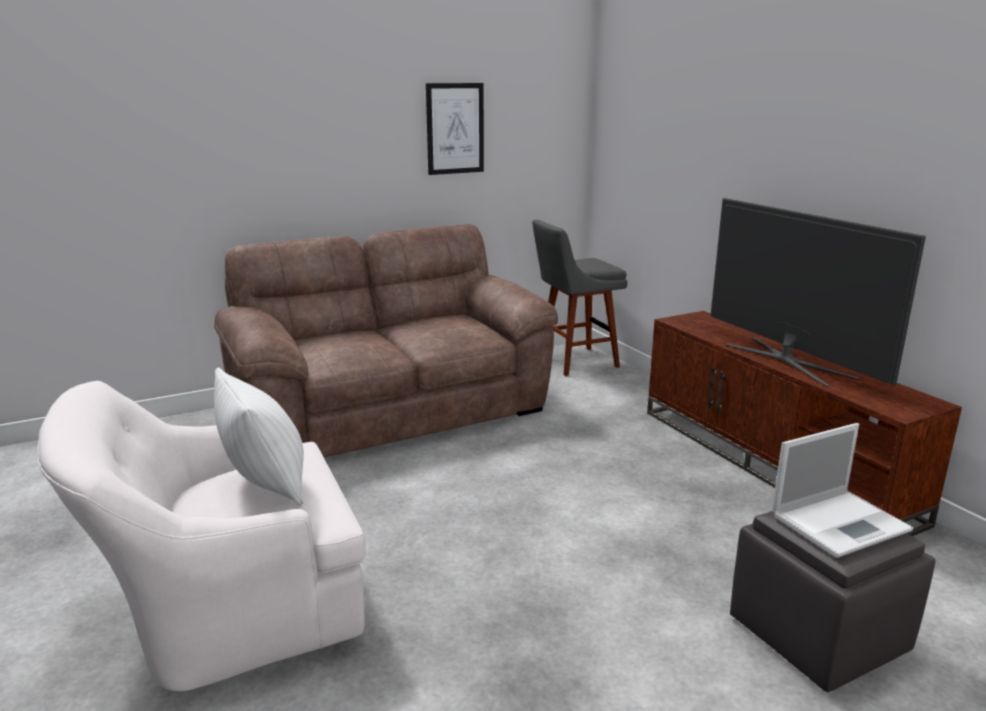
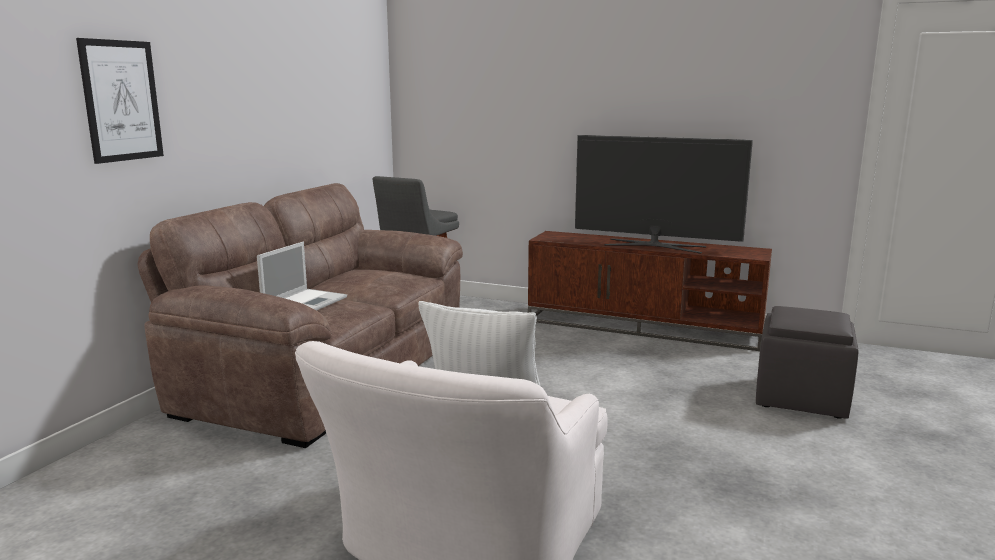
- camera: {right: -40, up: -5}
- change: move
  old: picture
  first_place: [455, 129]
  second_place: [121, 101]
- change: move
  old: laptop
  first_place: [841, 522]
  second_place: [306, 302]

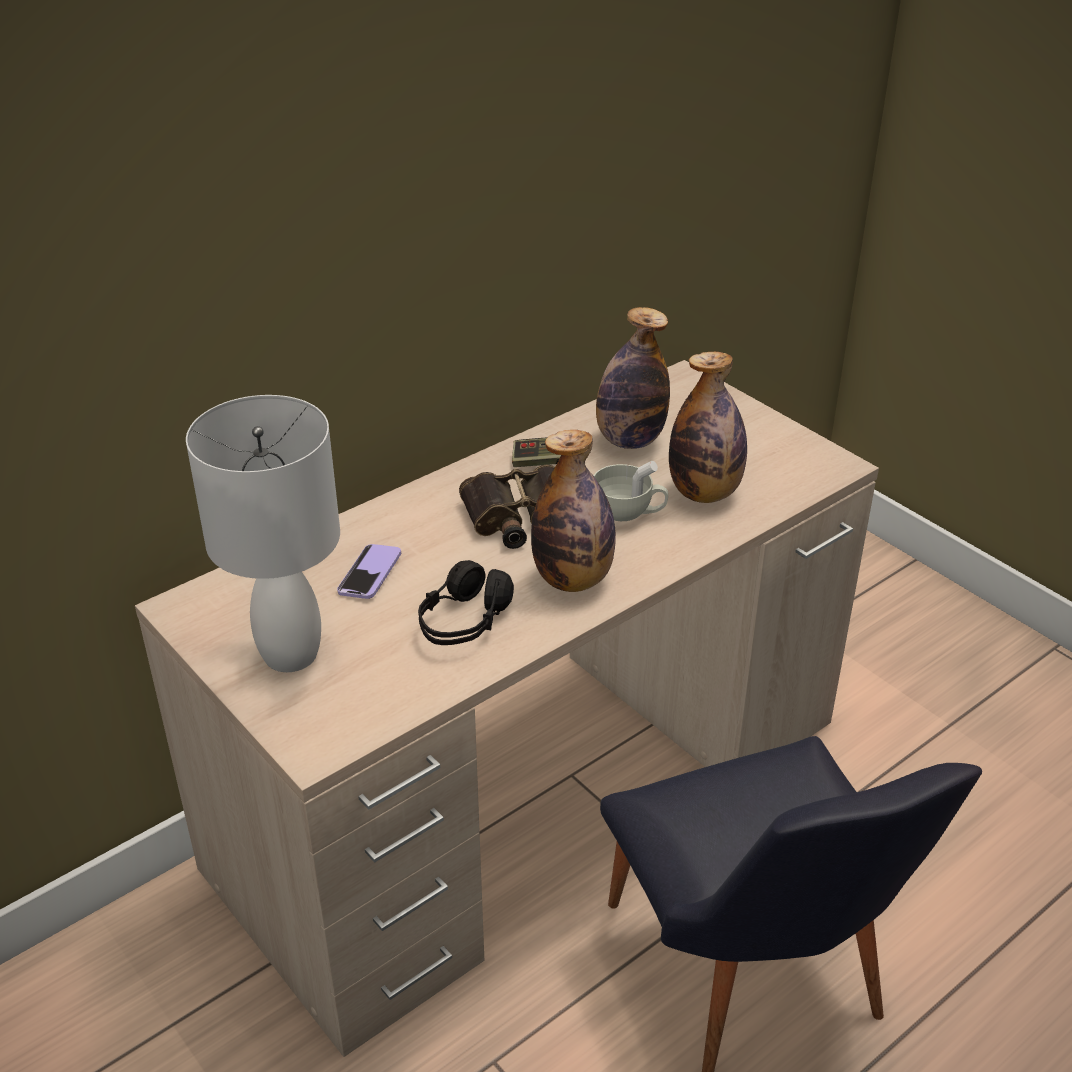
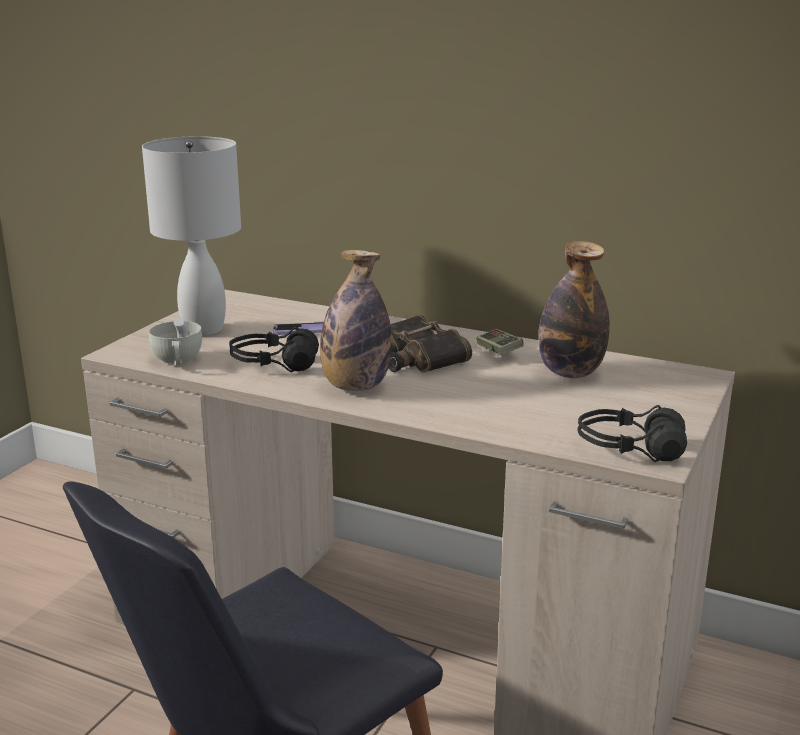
- camera: {right: 65, up: -15}
- change: delete
  old: bottle
  first_place: [704, 493]
- change: insert
  new: black_headphones
  second_place: [629, 449]
- change: move
  old: white_cup
  first_place: [628, 512]
  second_place: [177, 361]

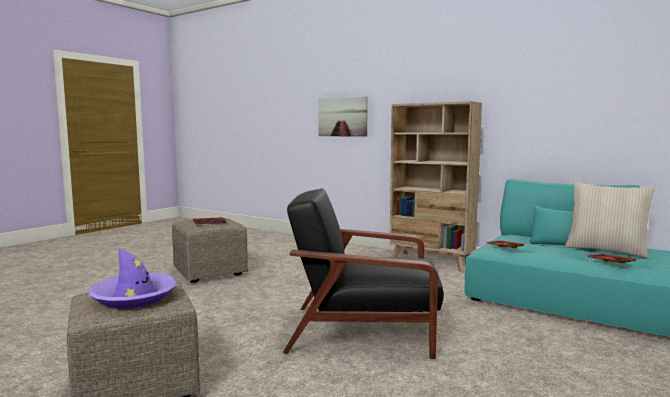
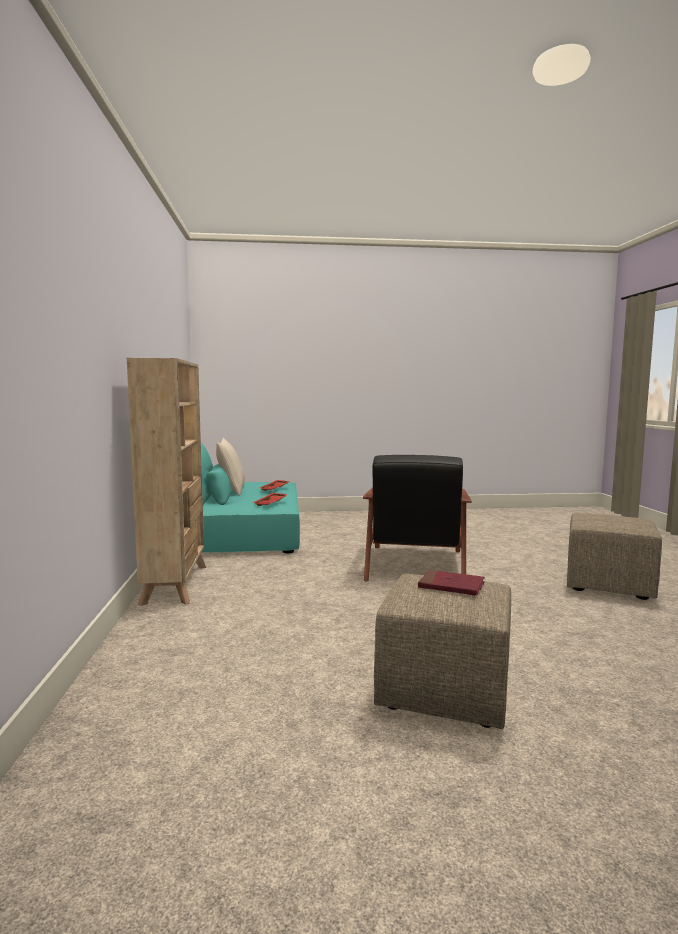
- camera: {right: -130, up: 0}
- change: delete
  old: purple_hat
  first_place: [134, 297]
- change: delete
  old: picture
  first_place: [342, 117]
- change: rotate
  old: black_armchair
  first_place: [364, 330]
  second_place: [415, 564]
  degrees: 45

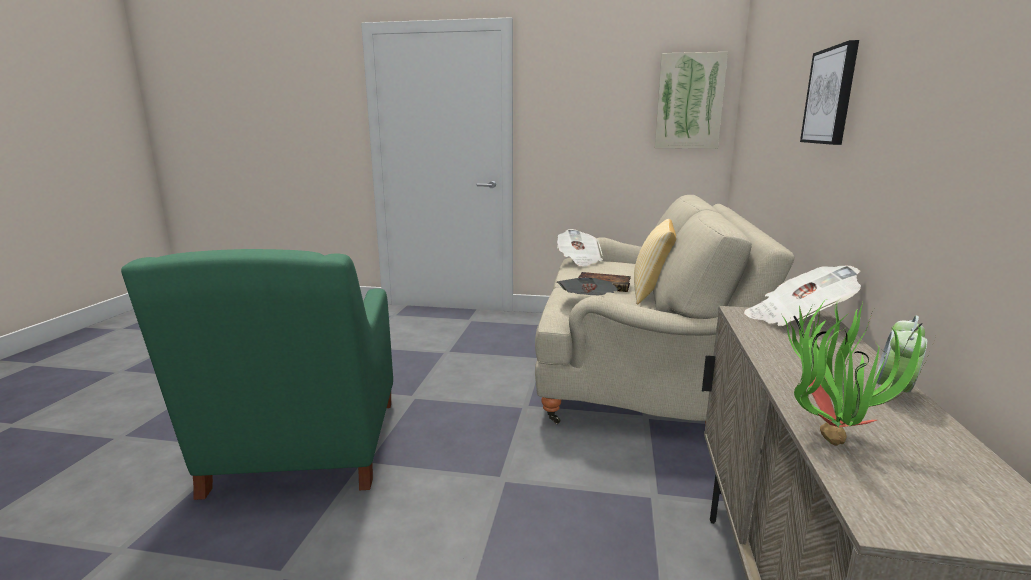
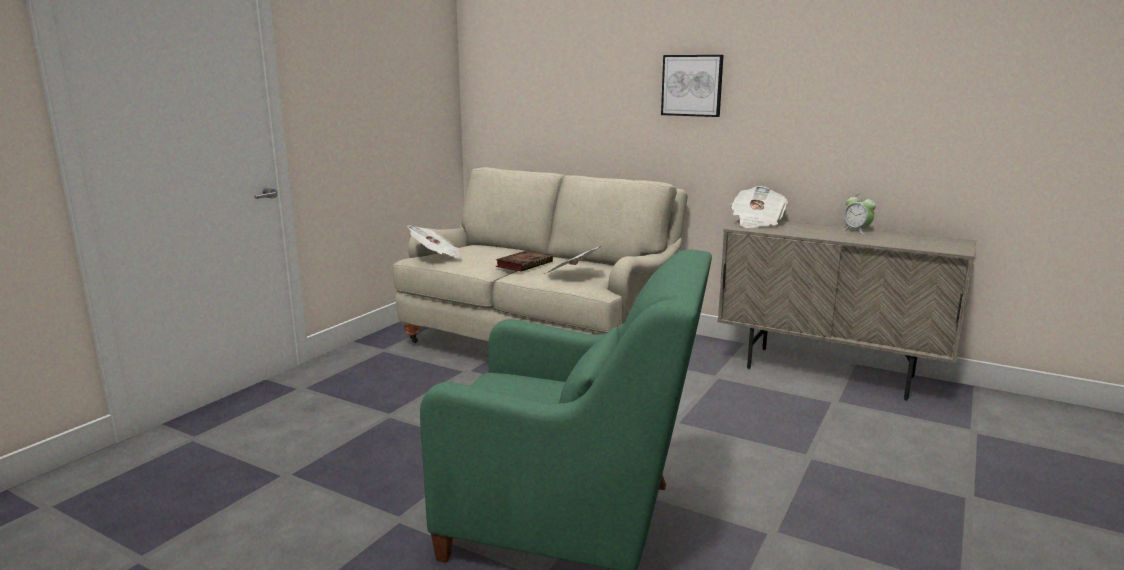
- camera: {right: -70, up: 0}
- change: delete
  old: pillow
  first_place: [652, 294]
- change: delete
  old: picture
  first_place: [689, 101]
- change: delete
  old: potted_plant
  first_place: [831, 434]

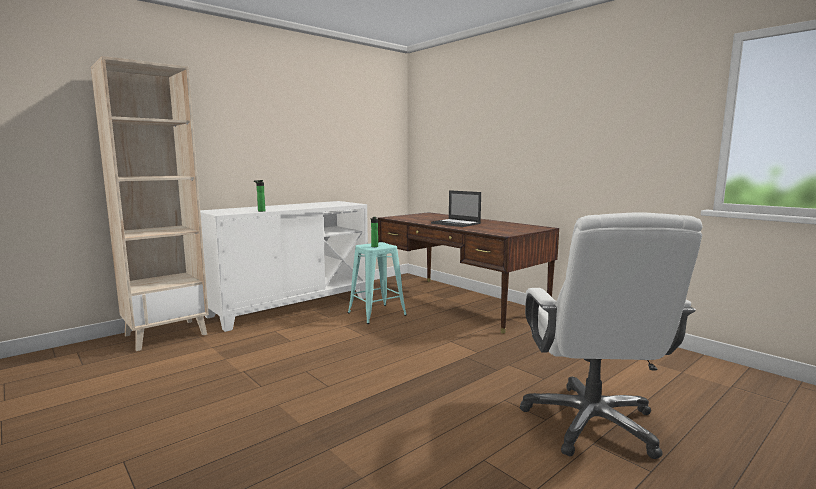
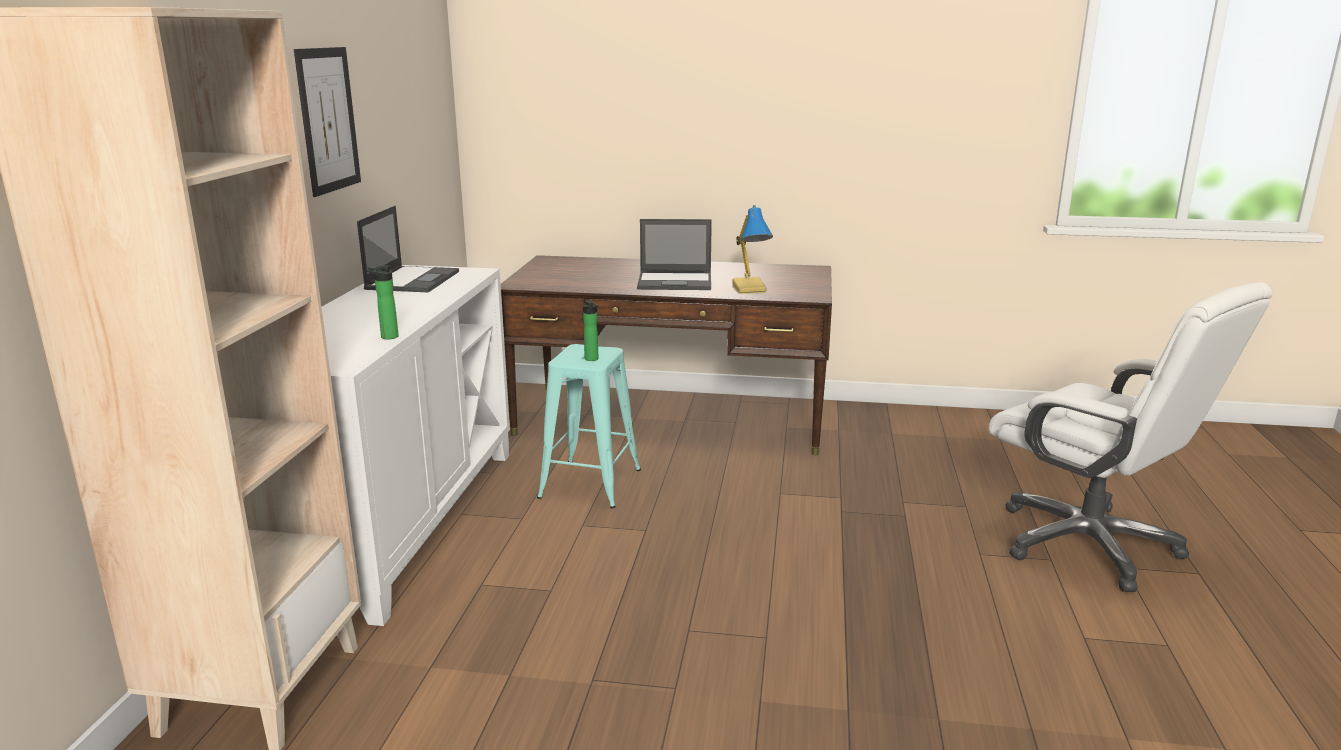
- camera: {right: -40, up: 10}
- change: insert
  new: picture
  second_place: [328, 120]
- change: insert
  new: laptop
  second_place: [413, 280]
- change: insert
  new: table_lamp
  second_place: [750, 289]

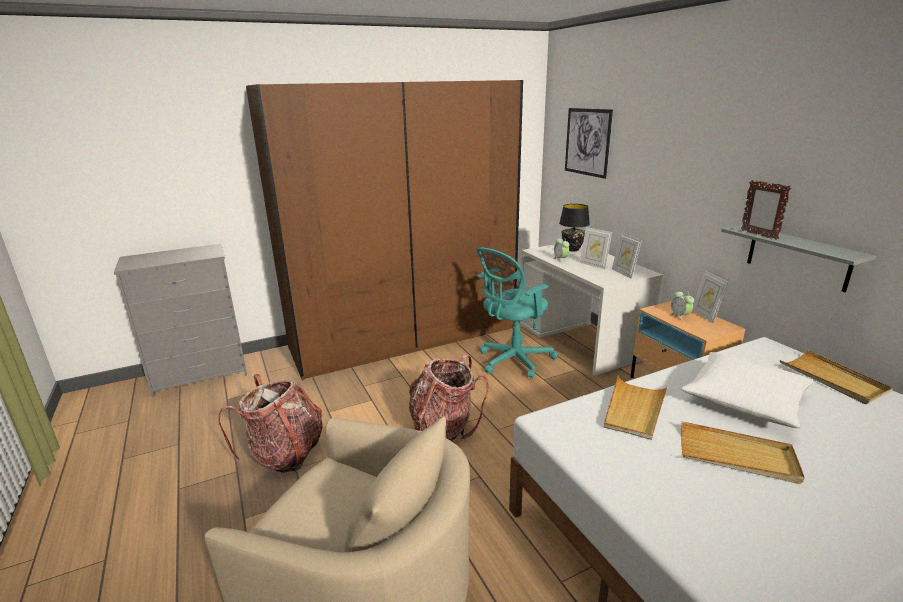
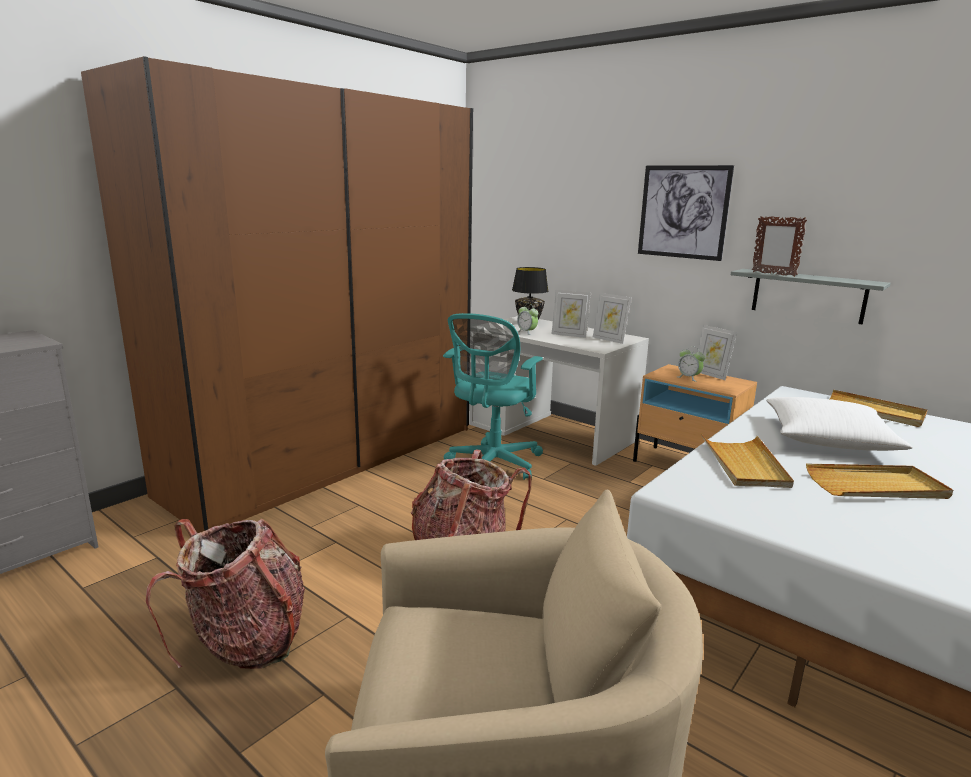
- camera: {right: -25, up: -5}
- change: move
  old: picture
  first_place: [587, 142]
  second_place: [683, 212]

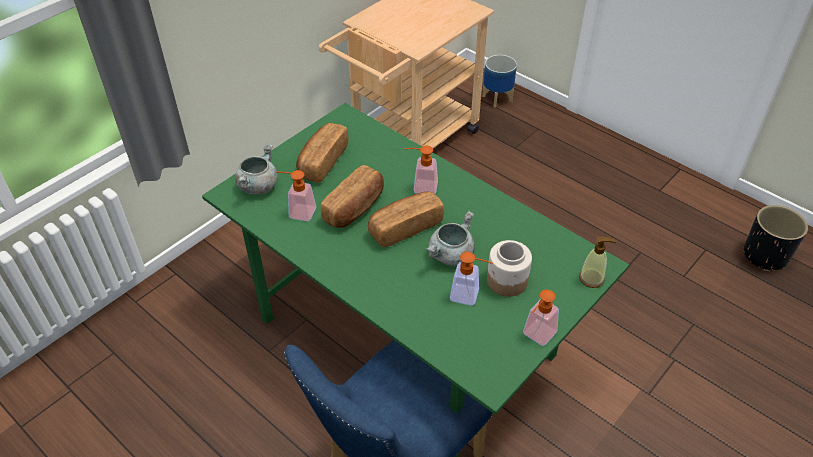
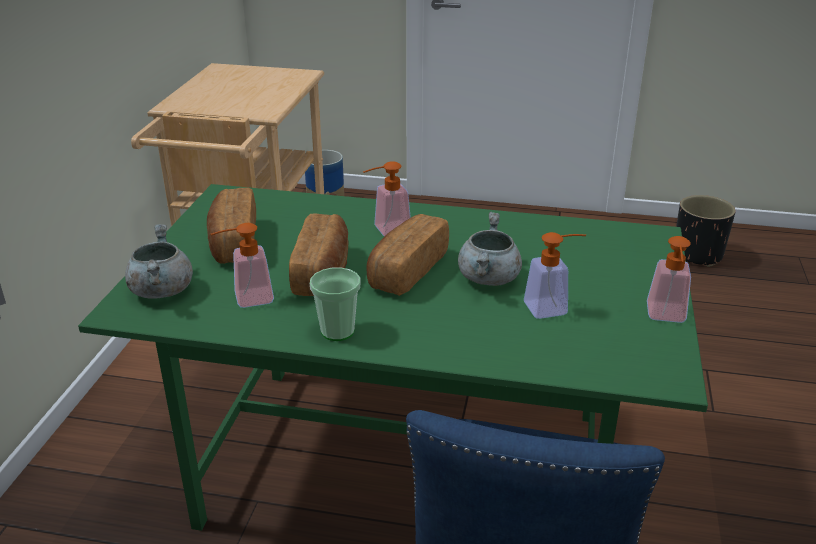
- camera: {right: -30, up: -15}
- change: delete
  old: jar
  first_place: [507, 281]
- change: delete
  old: soap_dispenser
  first_place: [591, 278]
- change: insert
  new: cup
  second_place: [337, 331]

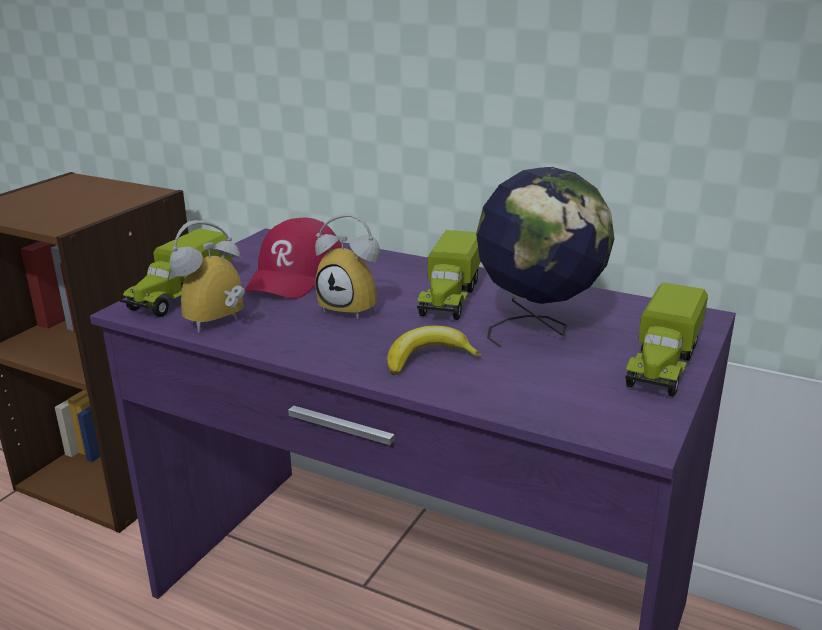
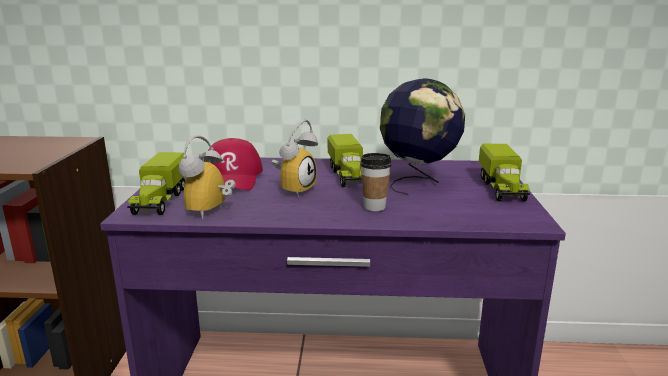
- camera: {right: -25, up: -5}
- change: replace
  old: banana
  new: cup
  first_place: [428, 358]
  second_place: [374, 207]
- change: rotate
  old: alarm_clock
  first_place: [354, 307]
  second_place: [294, 189]
  degrees: -60

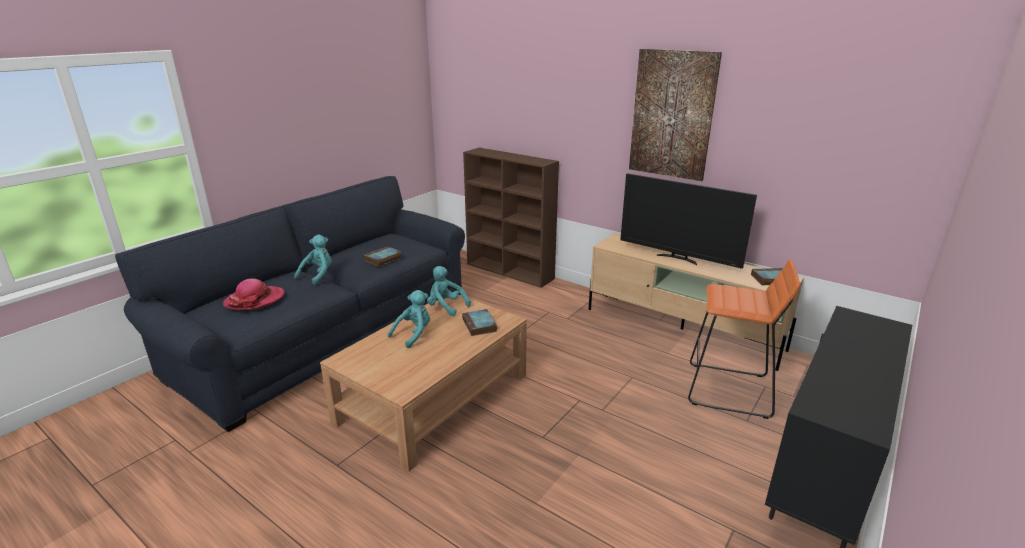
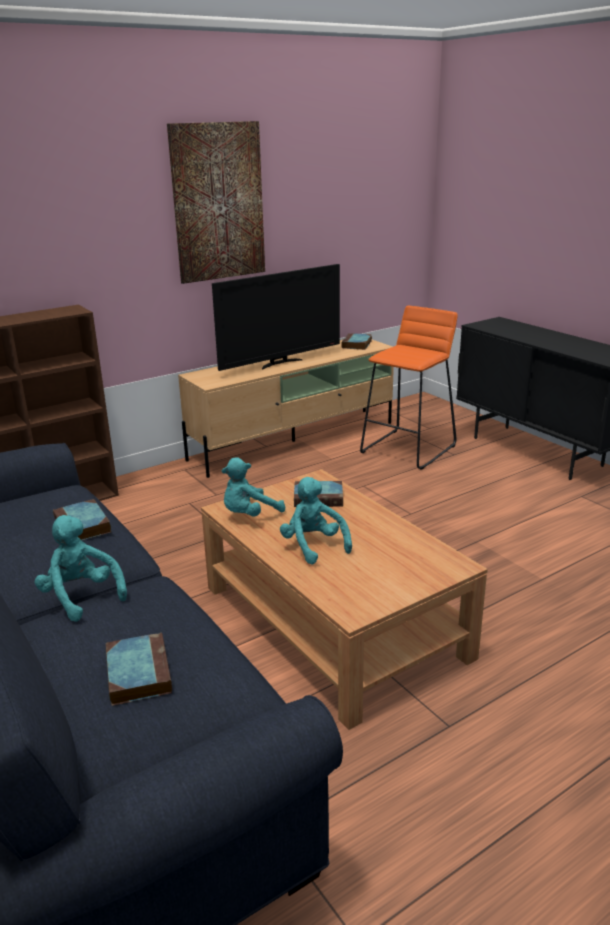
- camera: {right: -70, up: 0}
- change: replace
  old: hat
  new: book
  first_place: [255, 300]
  second_place: [138, 672]

